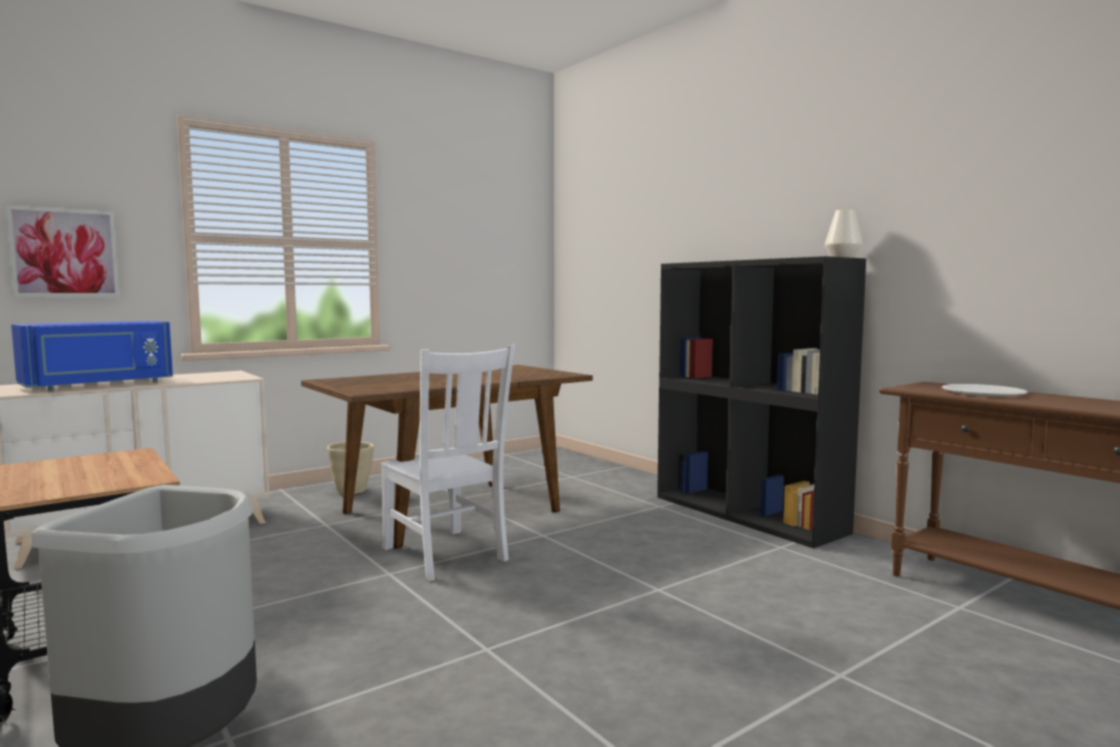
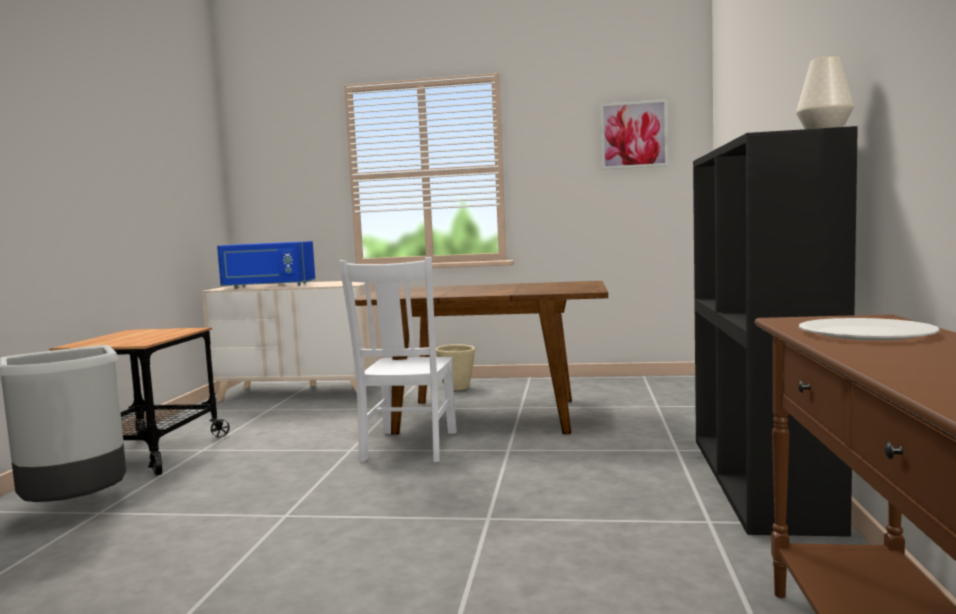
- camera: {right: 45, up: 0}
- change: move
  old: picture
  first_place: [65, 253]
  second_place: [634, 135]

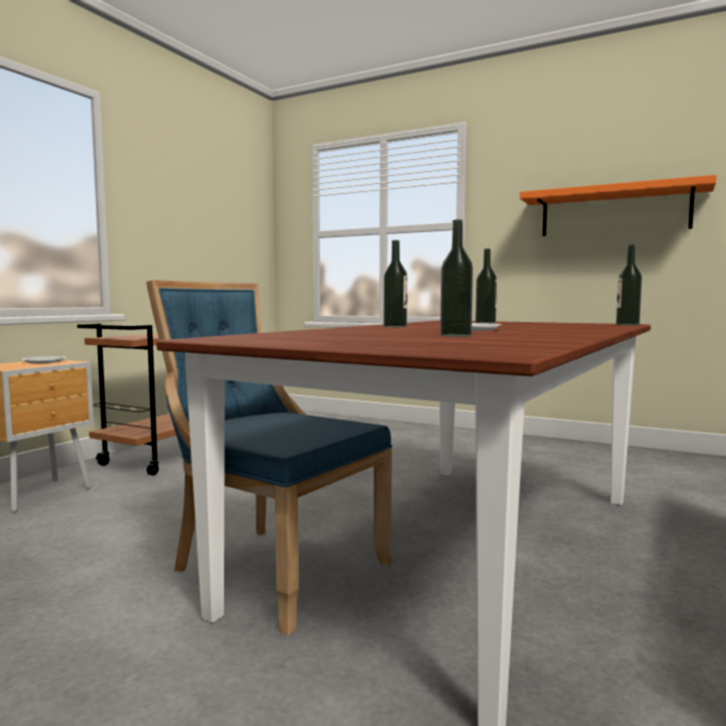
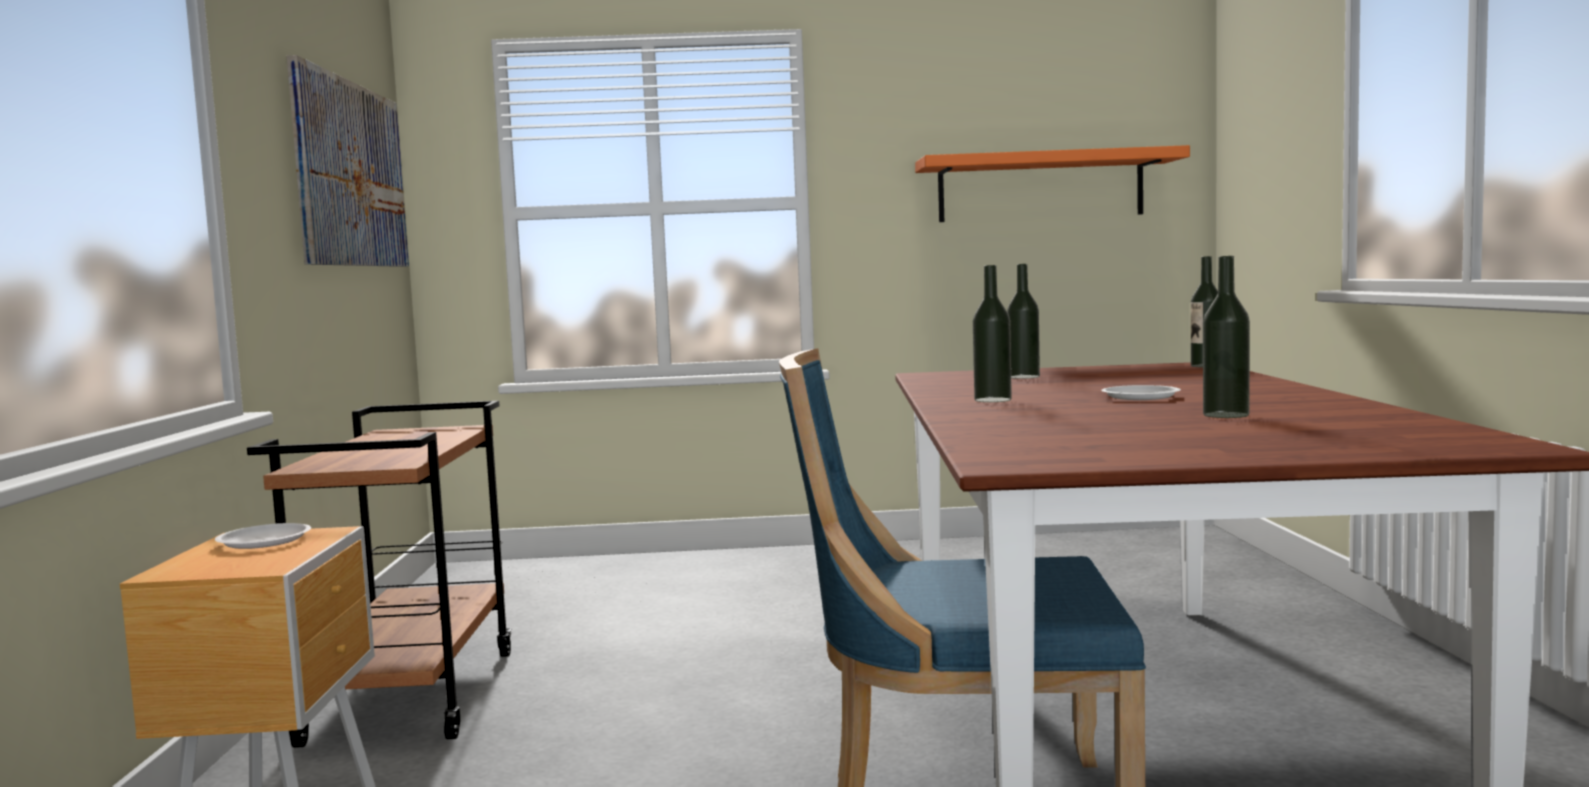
- camera: {right: -30, up: 0}
- change: insert
  new: picture
  second_place: [351, 174]

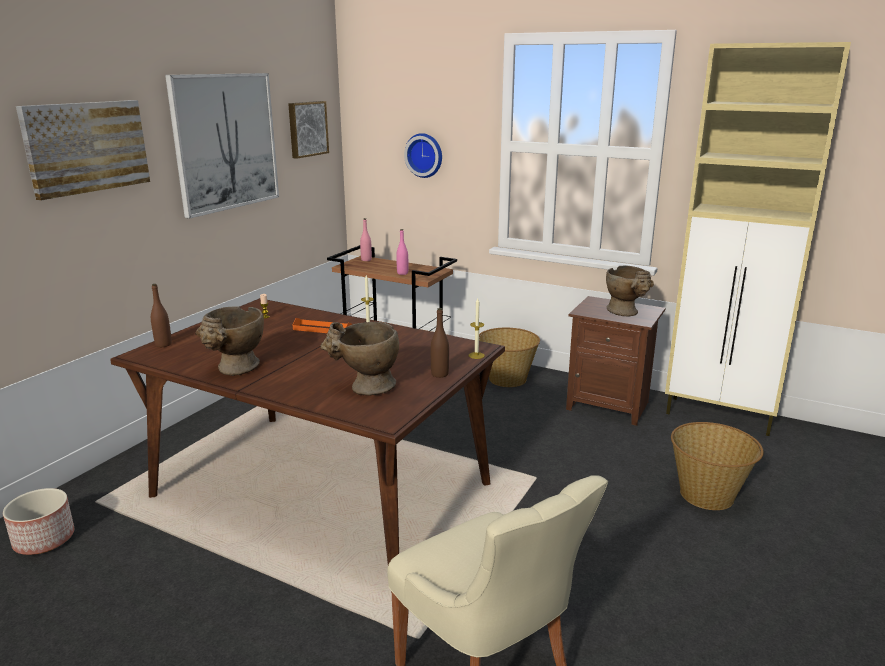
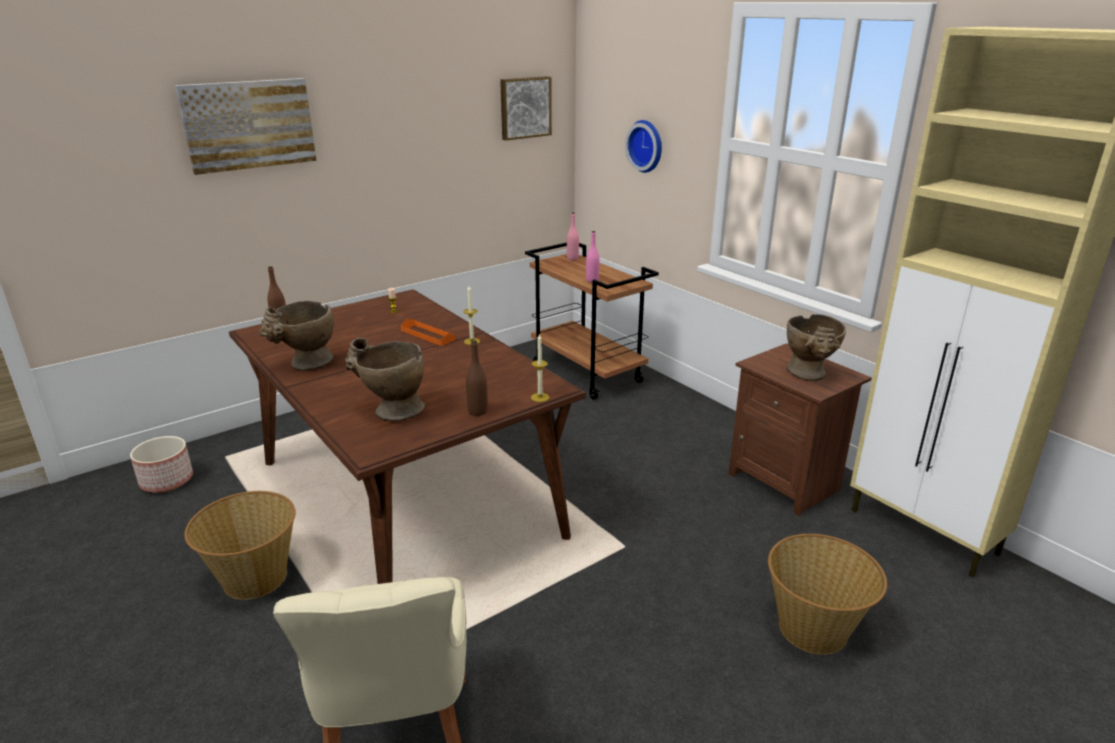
- camera: {right: 25, up: 5}
- change: delete
  old: picture
  first_place: [225, 142]
- change: move
  old: basket
  first_place: [506, 379]
  second_place: [254, 578]

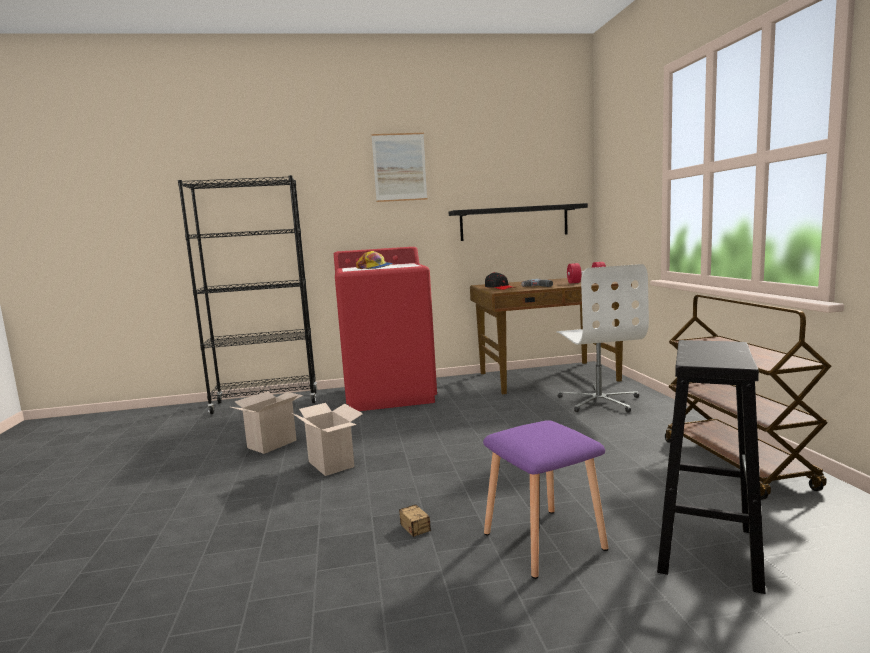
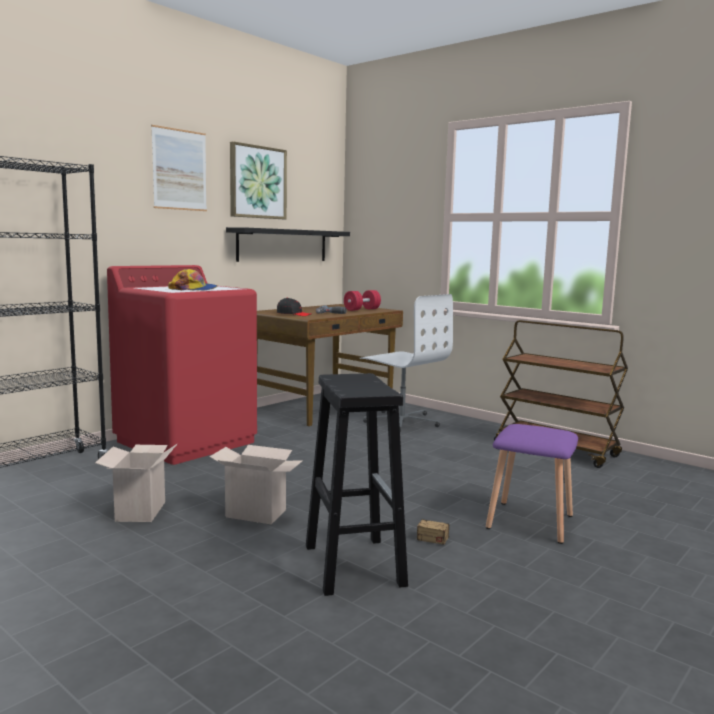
- camera: {right: -40, up: 0}
- change: insert
  new: picture
  second_place: [257, 182]
- change: move
  old: black_stool
  first_place: [707, 548]
  second_place: [352, 564]

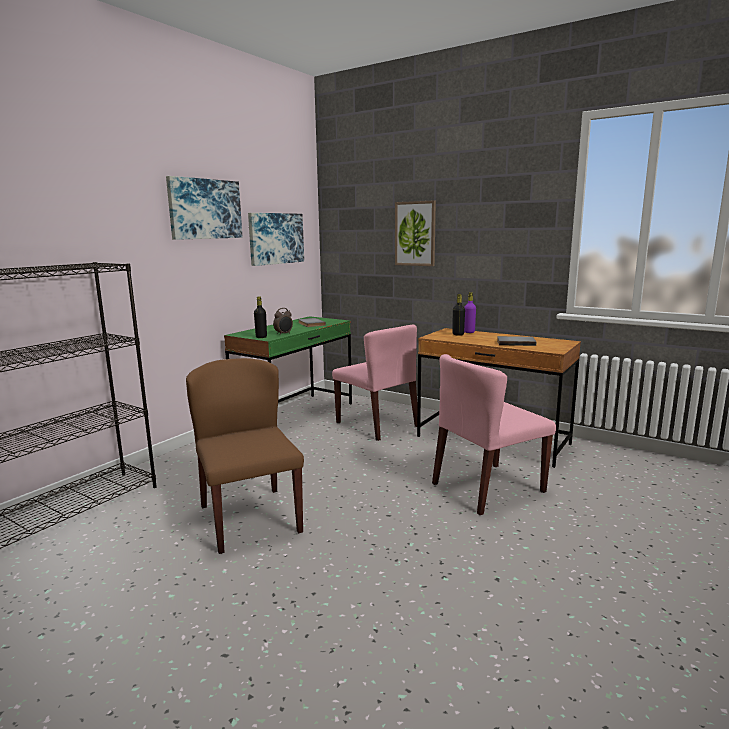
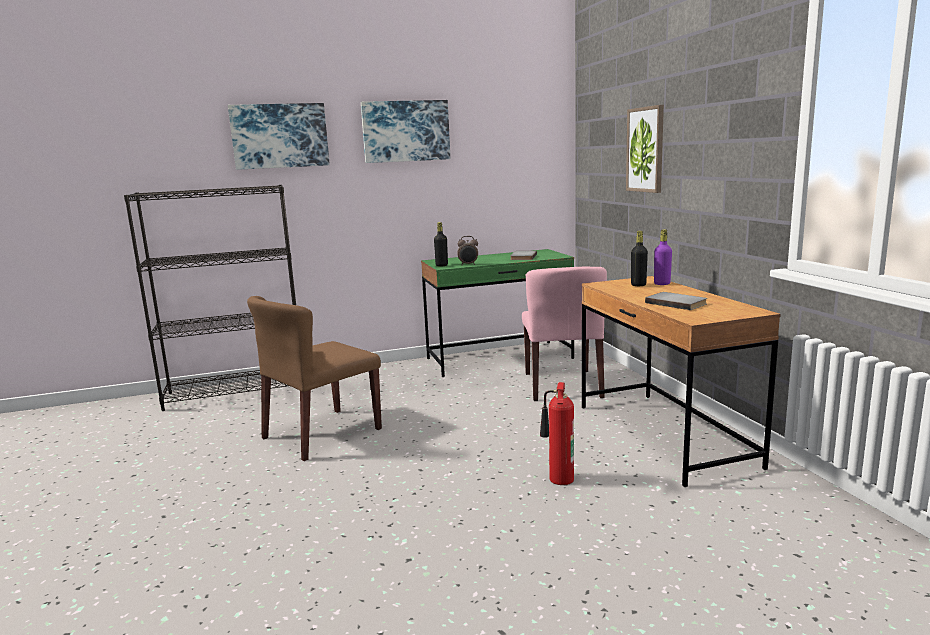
- camera: {right: 40, up: 0}
- change: move
  old: picture
  first_place: [275, 238]
  second_place: [280, 136]
- change: replace
  old: pink_chair
  new: fire_extinguisher
  first_place: [487, 488]
  second_place: [559, 480]
- change: rotate
  old: brown_chair
  first_place: [249, 518]
  second_place: [321, 434]
  degrees: -150

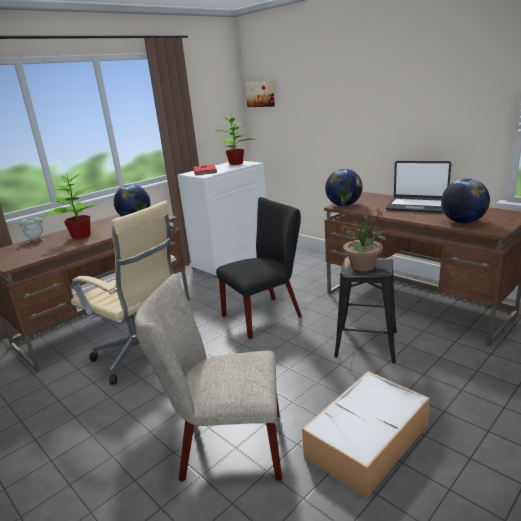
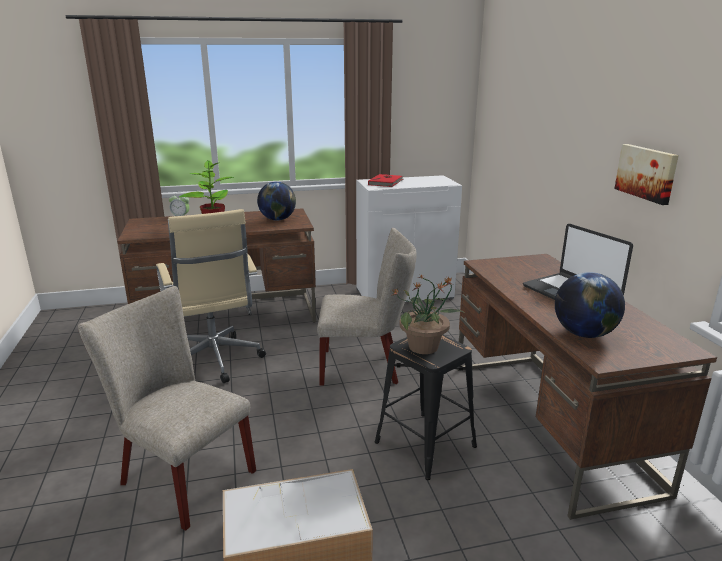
- camera: {right: 30, up: 0}
- change: delete
  old: potted_plant
  first_place: [236, 163]
- change: delete
  old: globe
  first_place: [344, 205]
- change: move
  old: picture
  first_place: [261, 94]
  second_place: [647, 173]
- change: recolor
  old: black_chair
  new: beige_chair
  first_place: [266, 314]
  second_place: [365, 367]

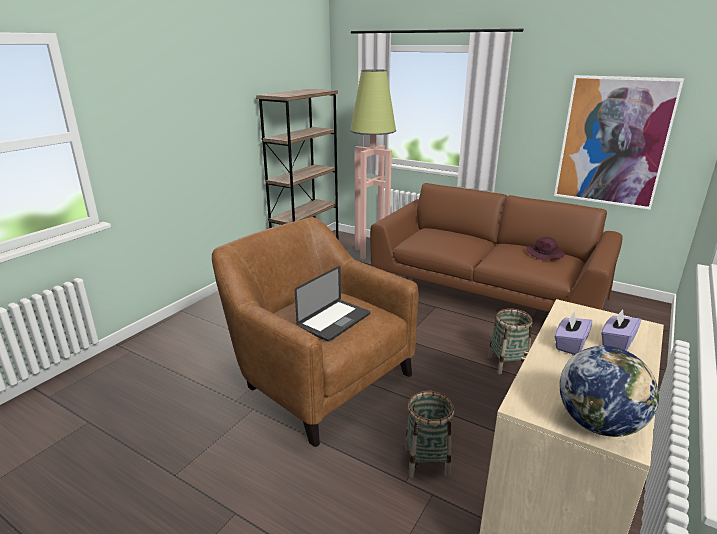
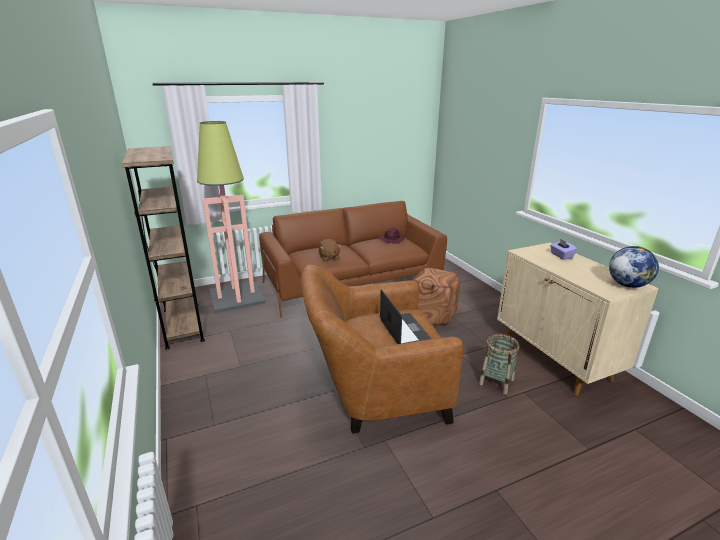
- camera: {right: -55, up: 0}
- change: delete
  old: picture
  first_place: [613, 142]
- change: delete
  old: purple_tissue_box
  first_place: [570, 345]
- change: insert
  new: brown_plush_toy
  second_place: [329, 258]
- change: replace
  old: basket
  new: brown_ottoman
  first_place: [507, 364]
  second_place: [433, 314]

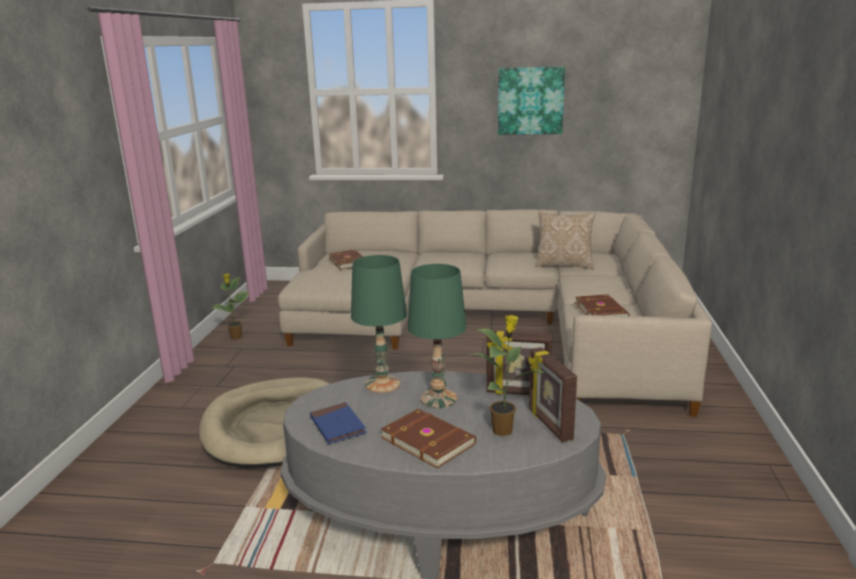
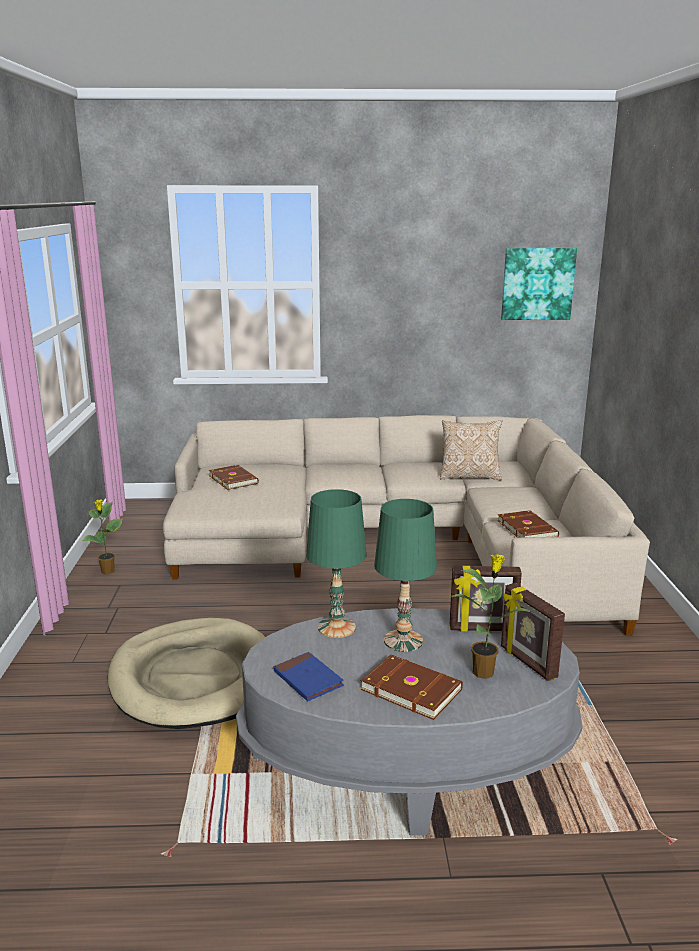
- camera: {right: -10, up: 0}
- change: move
  old: picture
  first_place: [530, 101]
  second_place: [537, 284]

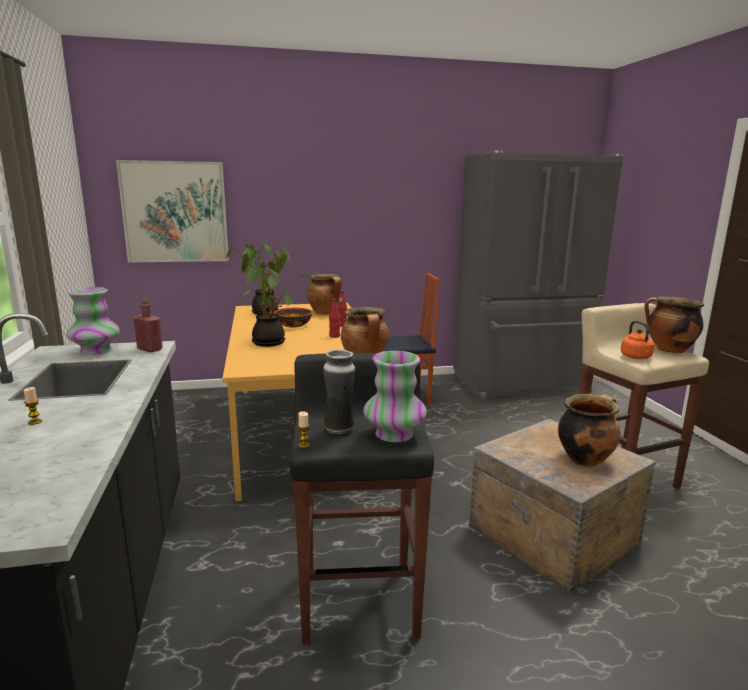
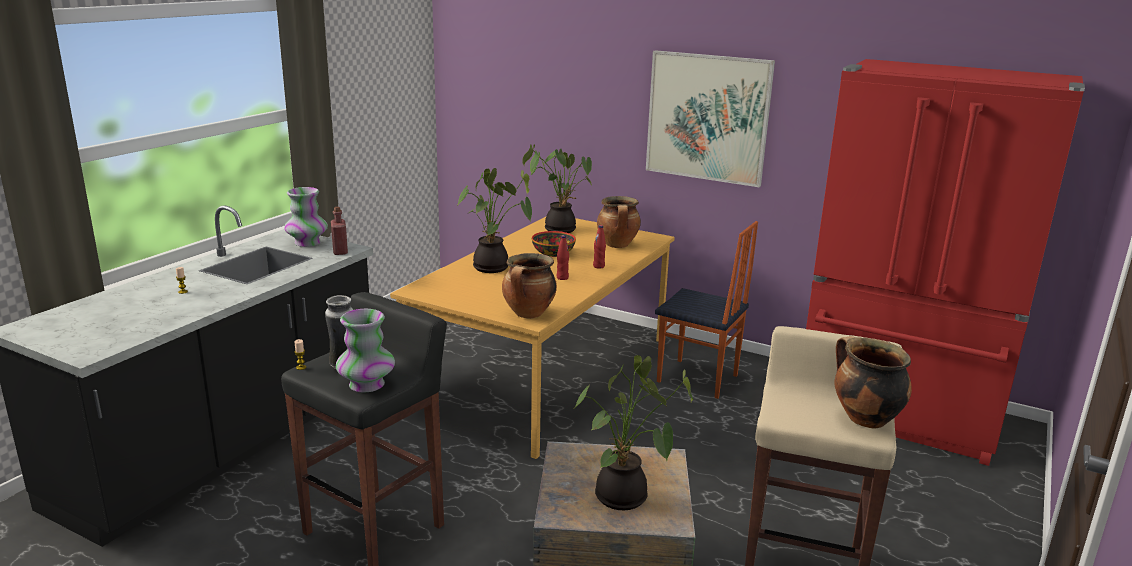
- camera: {right: 40, up: 5}
- change: delete
  old: orange_kettle
  first_place: [637, 357]
- change: move
  old: picture
  first_place: [175, 212]
  second_place: [707, 117]
- change: replace
  old: cooking_pot
  new: potted_plant
  first_place: [585, 459]
  second_place: [624, 499]
- change: recolor
  old: grey_fridge
  new: red_fridge
  first_place: [521, 384]
  second_place: [897, 416]

